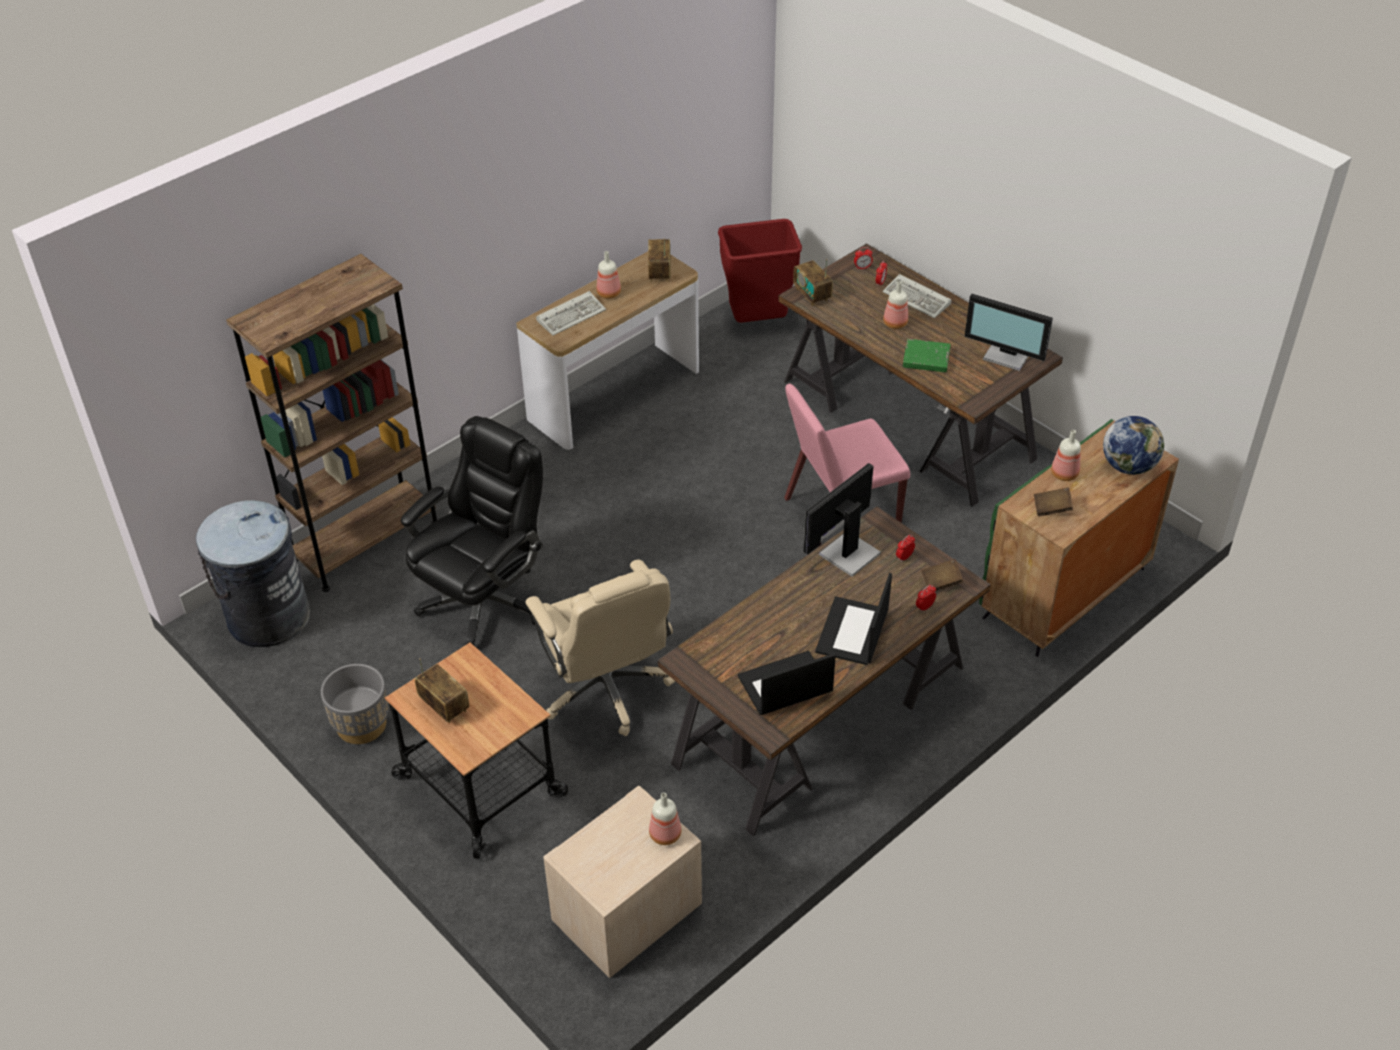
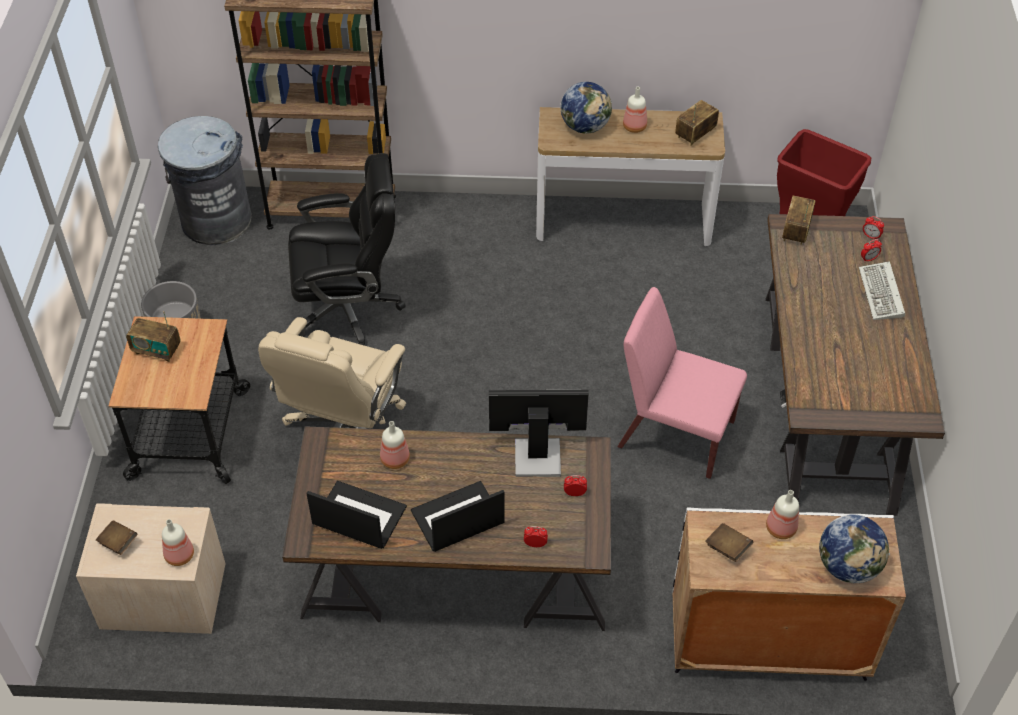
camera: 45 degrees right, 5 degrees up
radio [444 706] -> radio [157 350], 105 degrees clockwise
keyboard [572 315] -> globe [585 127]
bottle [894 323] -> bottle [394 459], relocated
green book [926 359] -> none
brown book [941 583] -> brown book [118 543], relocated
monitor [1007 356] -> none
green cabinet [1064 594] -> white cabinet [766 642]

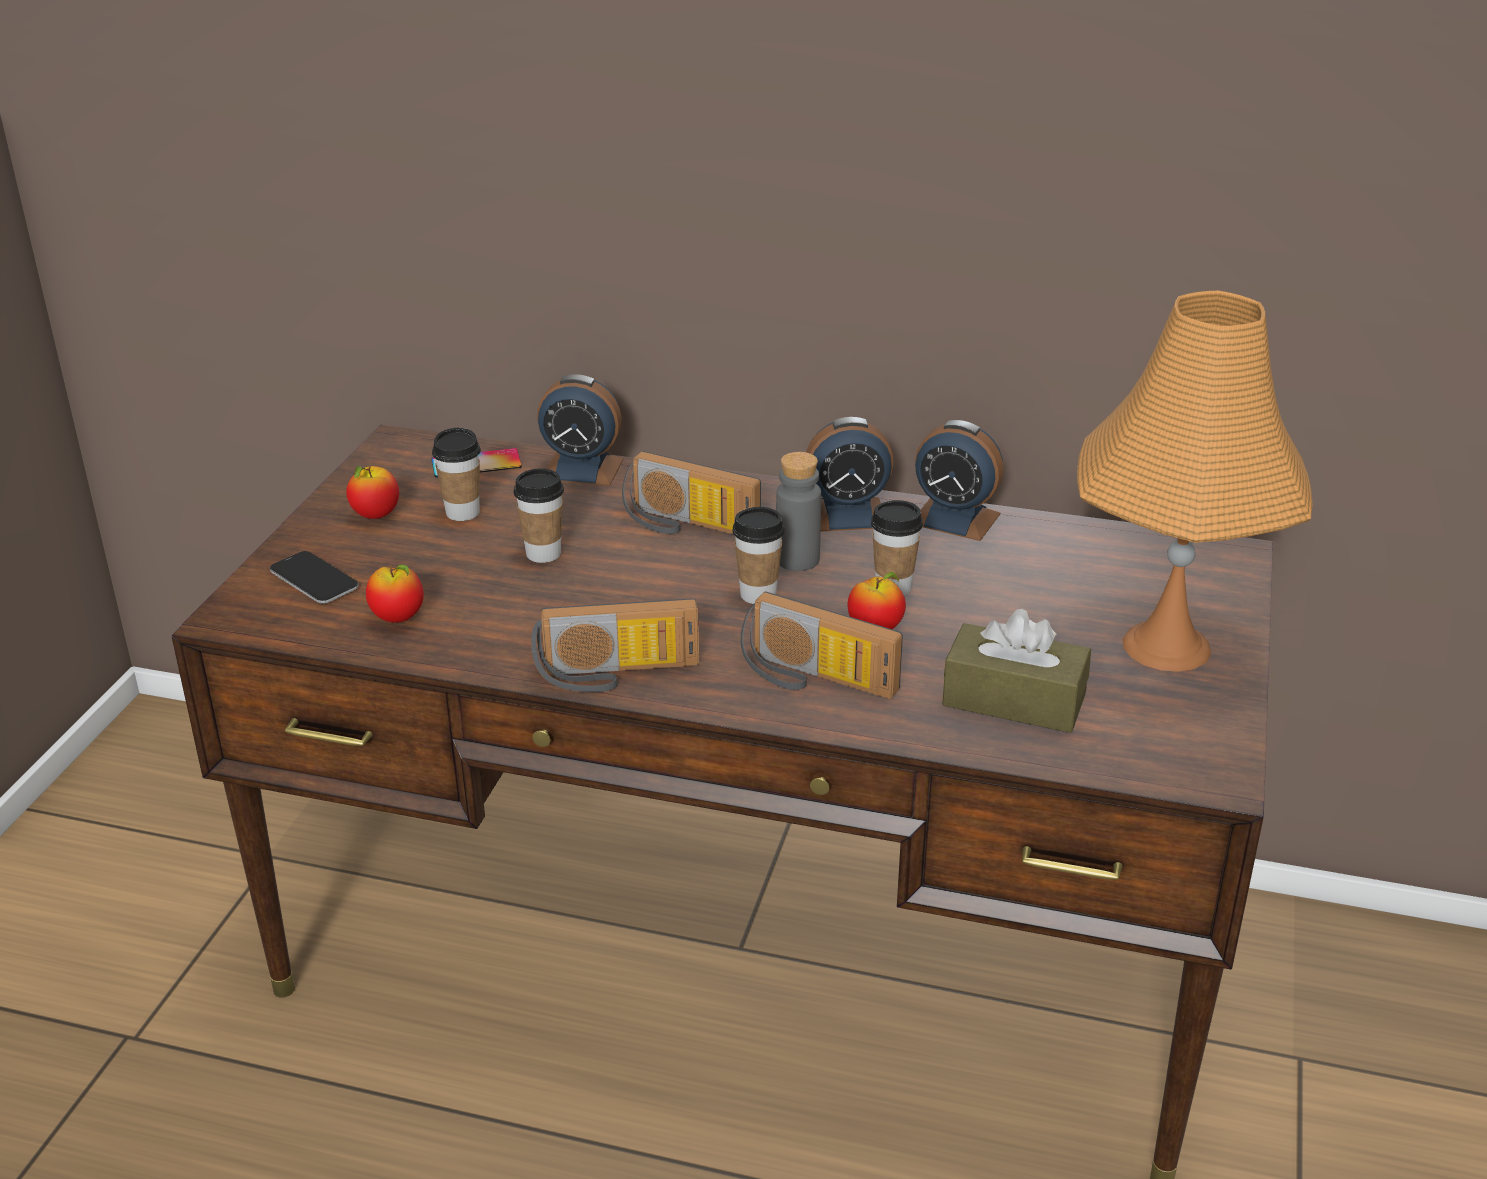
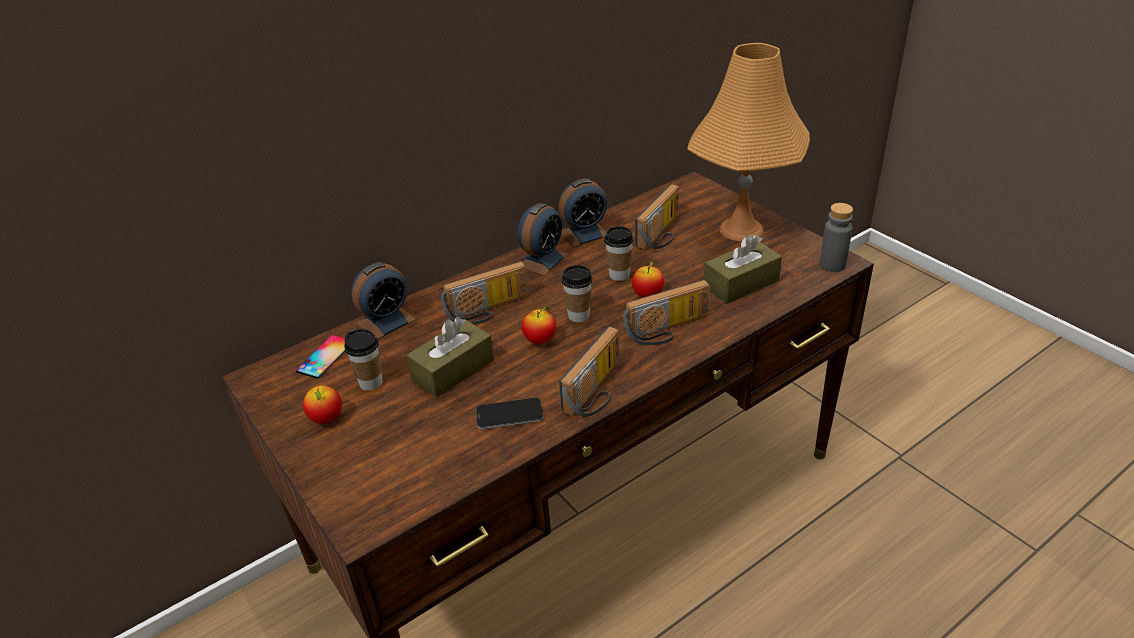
camera: 50 degrees left, 5 degrees up
phone [314 579] -> phone [509 415], relocated
apple [398 618] -> apple [540 340], relocated
cup [543 554] -> brown tissue box [453 370]
grey bottle [797 560] -> grey bottle [832 265], relocated
none -> radio [663 234]

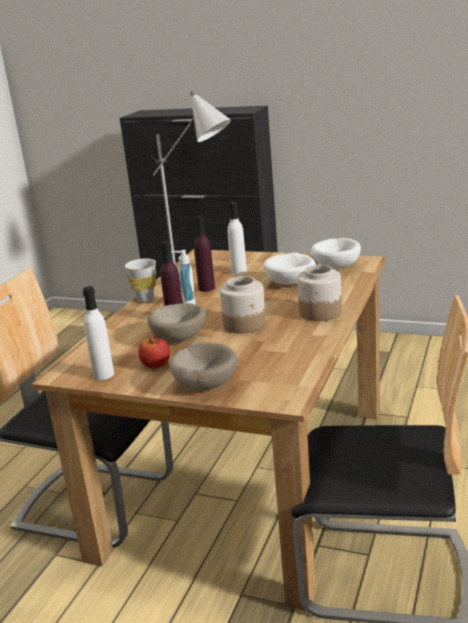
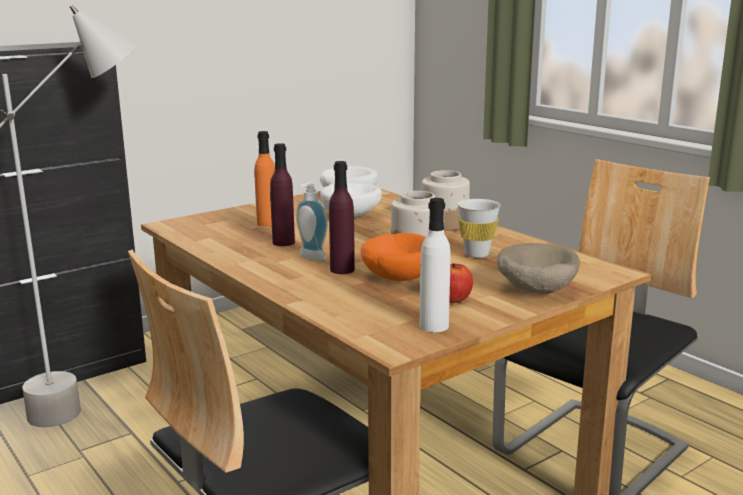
camera: 60 degrees left, 5 degrees down
white cup [145 299] -> white cup [476 254], relocated
beige bowl [180 338] -> orange bowl [398 277]
white bottle [239 271] -> orange bottle [267 223]

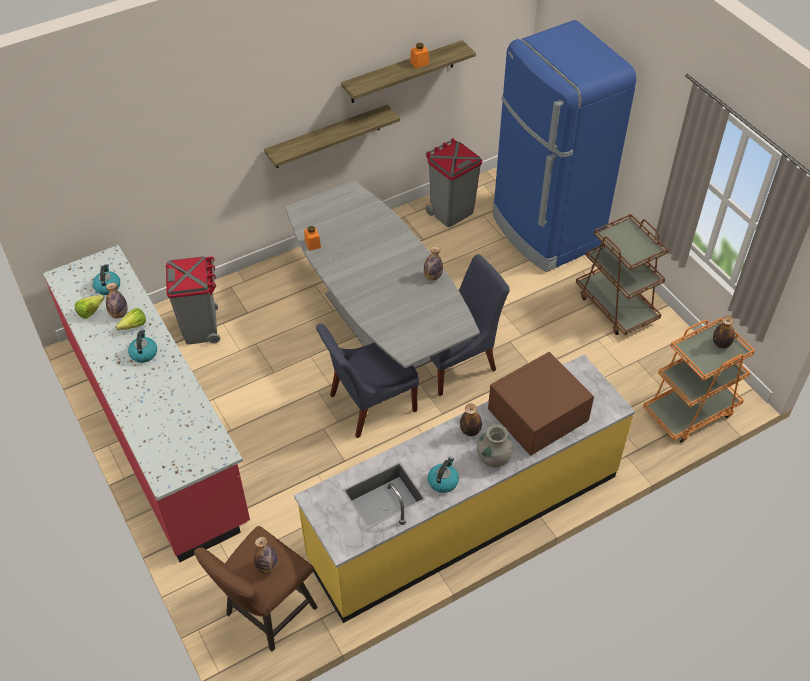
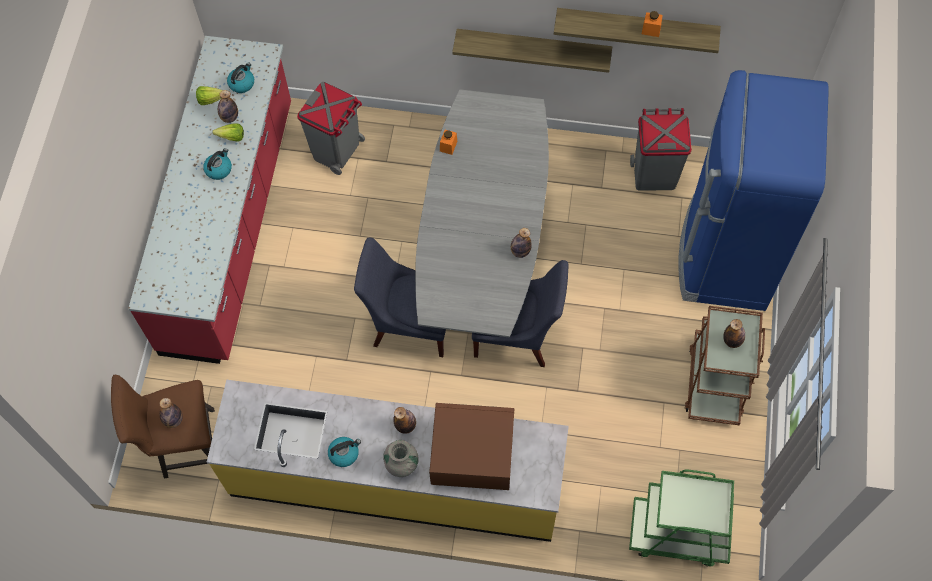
camera: 40 degrees right, 15 degrees up
orange cart [690 411] -> green cart [678 533]
bottle [721 344] -> bottle [732 341], relocated

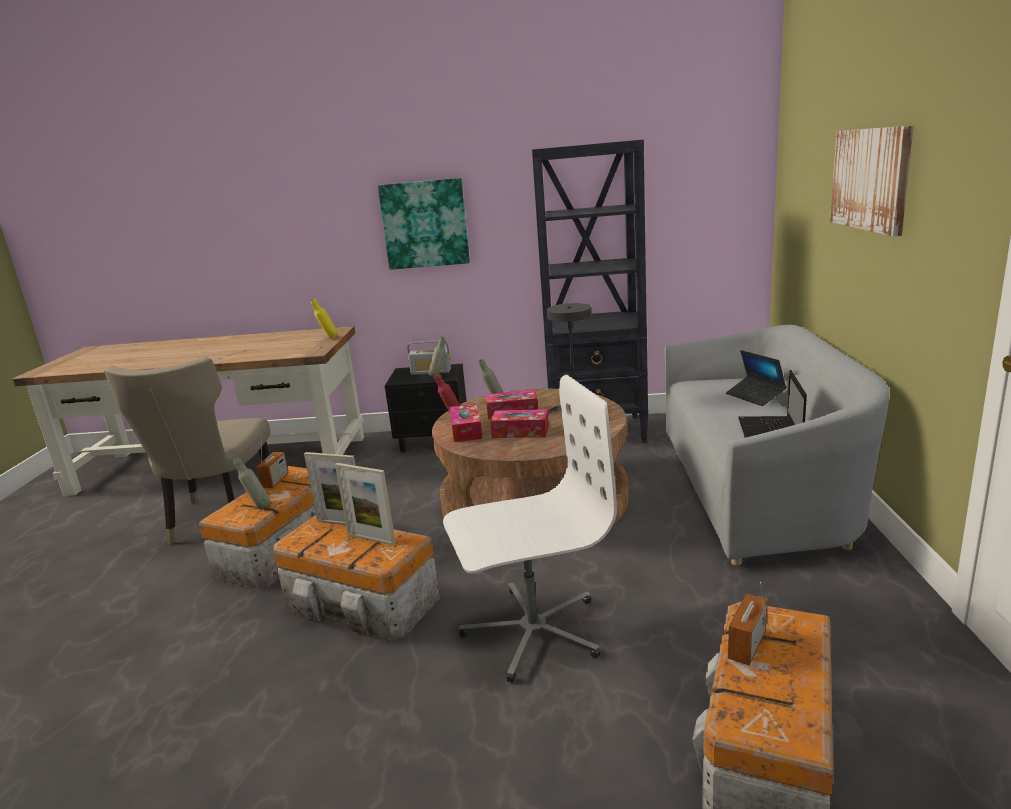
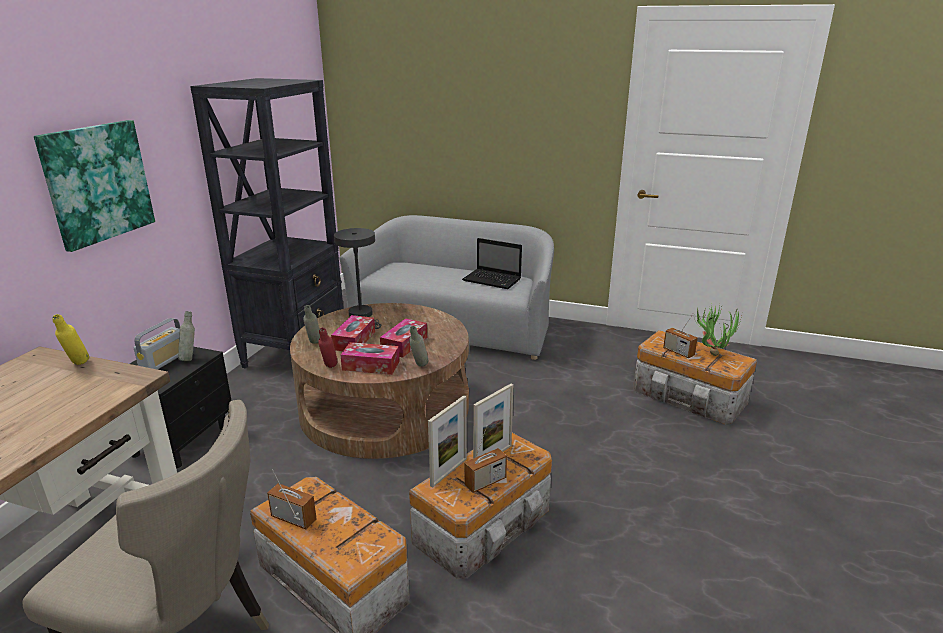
camera: 75 degrees left, 5 degrees up
grey bottle [258 508] -> grey bottle [419 367], relocated
white office chair [532 631] -> none
laptop [755 396] -> none
picture [871 179] -> none
none -> radio [485 482]
none -> potted plant [711 352]

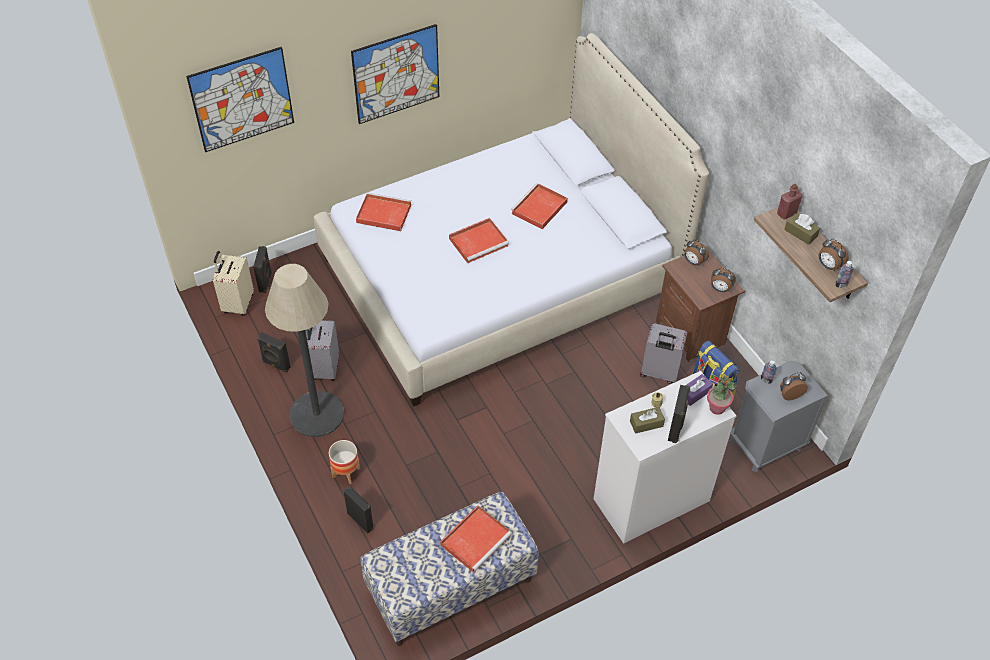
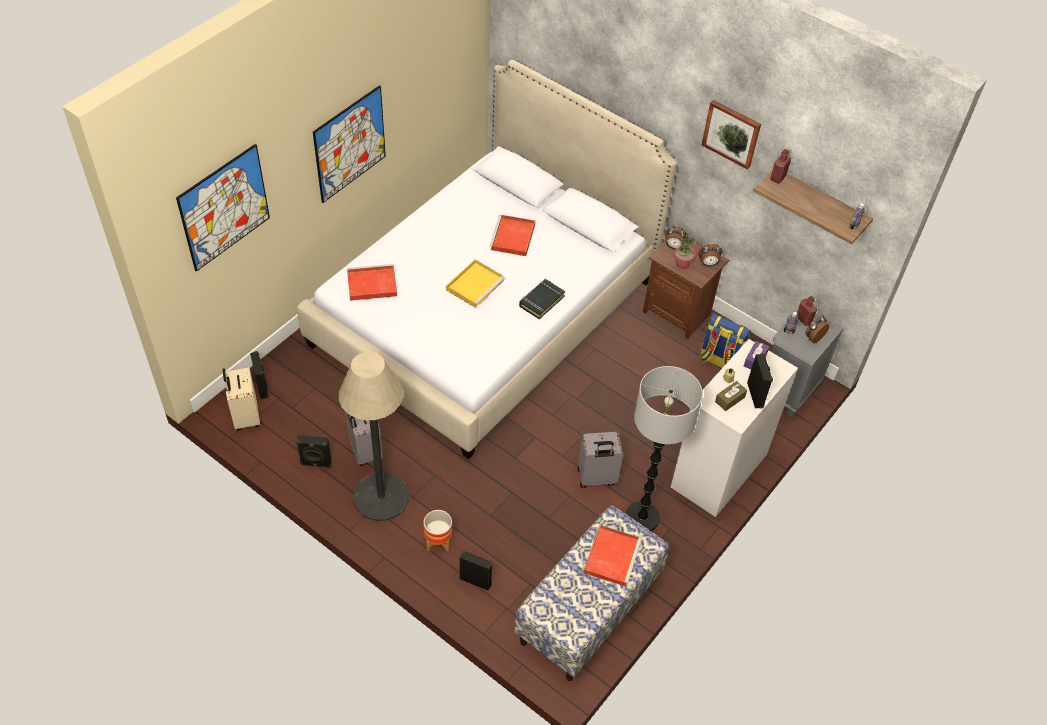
camera: 25 degrees left, 0 degrees up
red tray [479 241] -> yellow tray [475 284]
grey suitcase [659 373] -> grey suitcase [596 478], relocated
potted plant [717 408] -> potted plant [682 264], relocated
brown tissue box [800 233] -> none
alarm clock [828 266] -> none
none -> black book [541 301]
none -> floor lamp [642 518]
none -> picture [732 133]
none -> red bottle [803 320]

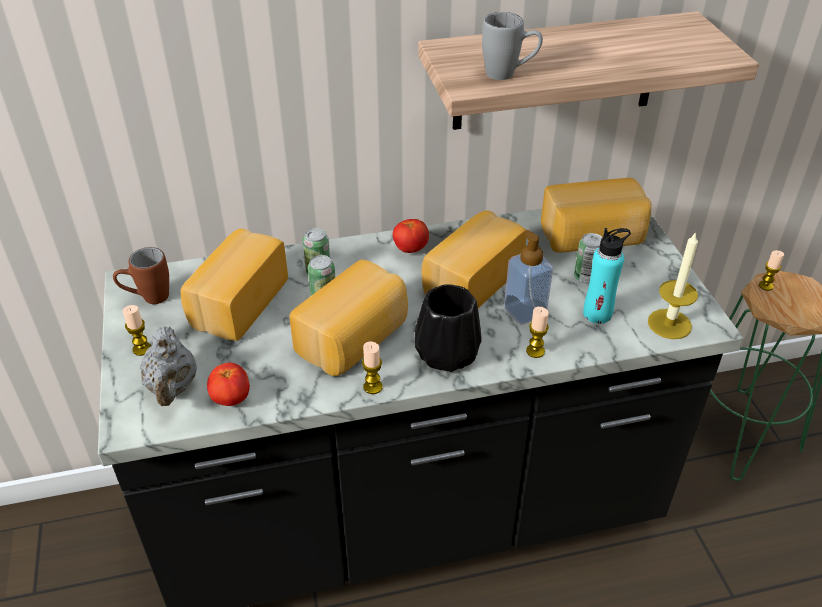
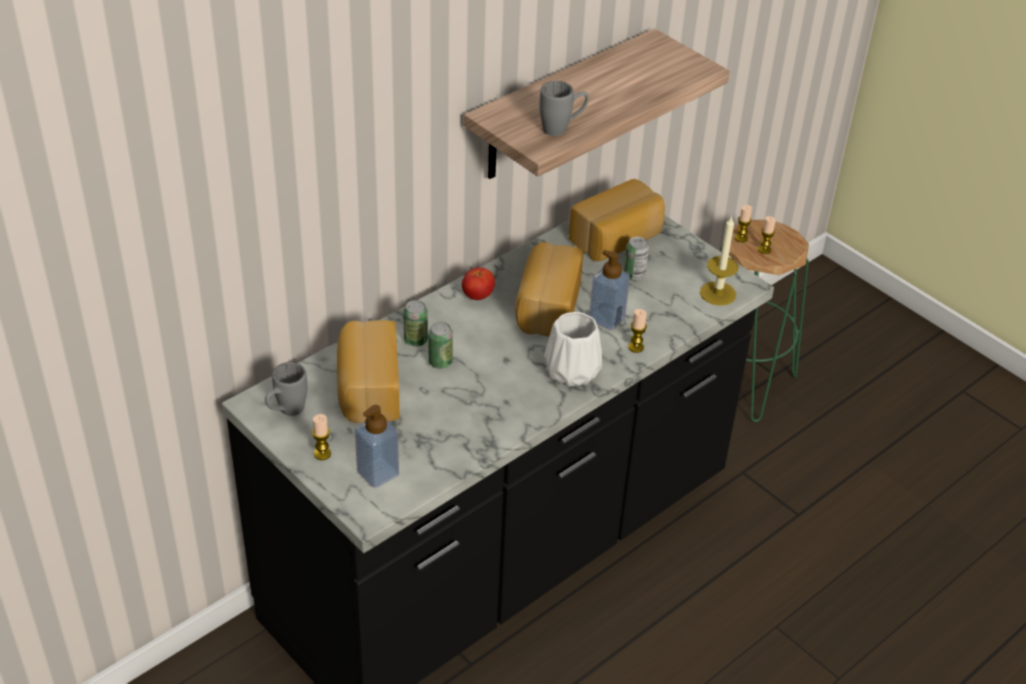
camera: 30 degrees left, 0 degrees up
brown mug [148 298] -> grey mug [286 412]
grey teapot [173 388] -> soap dispenser [378 473]
tomato [231 399] -> none
bread [355 339] -> none
candle [373 387] -> candle [764 250], relocated
black vase [445 353] -> white vase [570 371]
turquoise bottle [597 314] -> none

